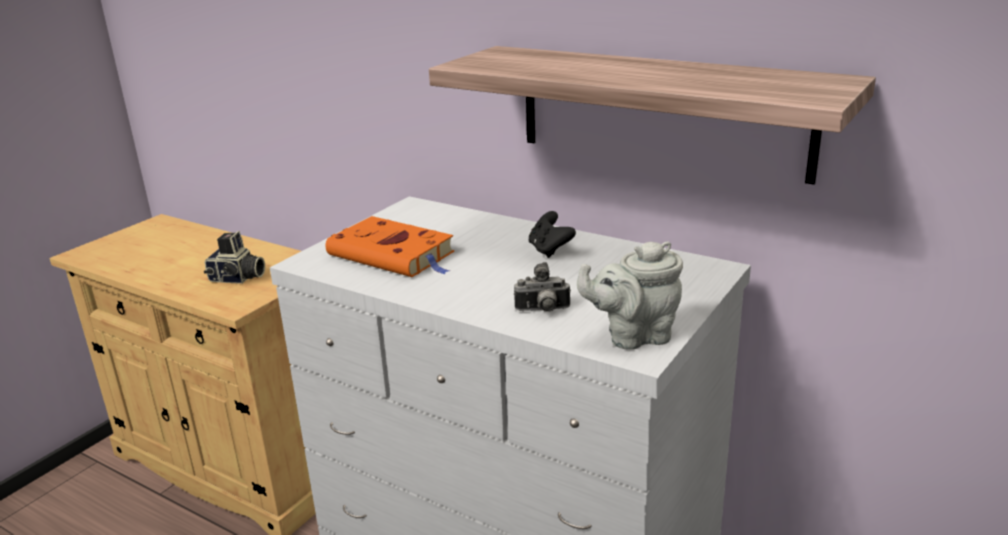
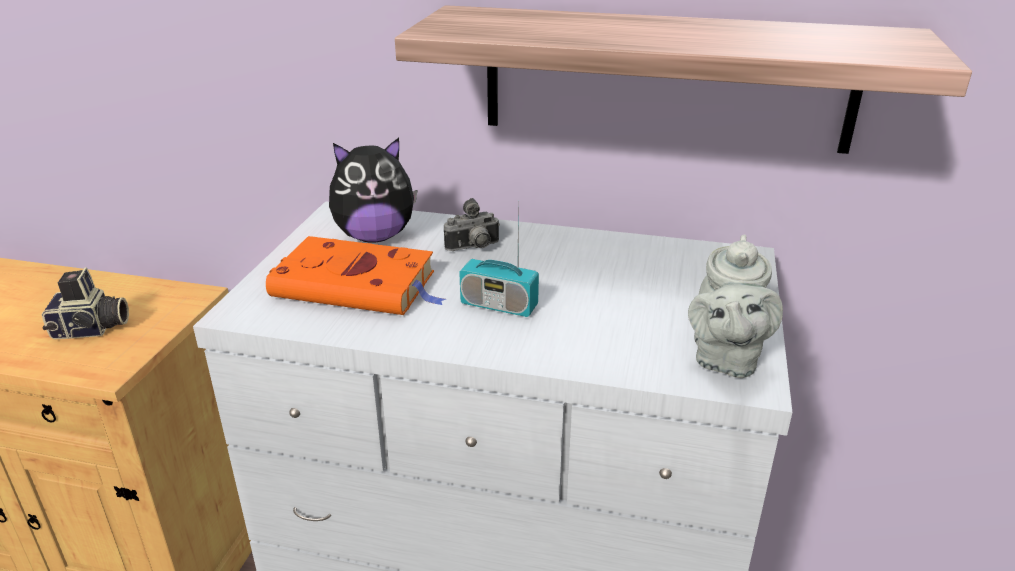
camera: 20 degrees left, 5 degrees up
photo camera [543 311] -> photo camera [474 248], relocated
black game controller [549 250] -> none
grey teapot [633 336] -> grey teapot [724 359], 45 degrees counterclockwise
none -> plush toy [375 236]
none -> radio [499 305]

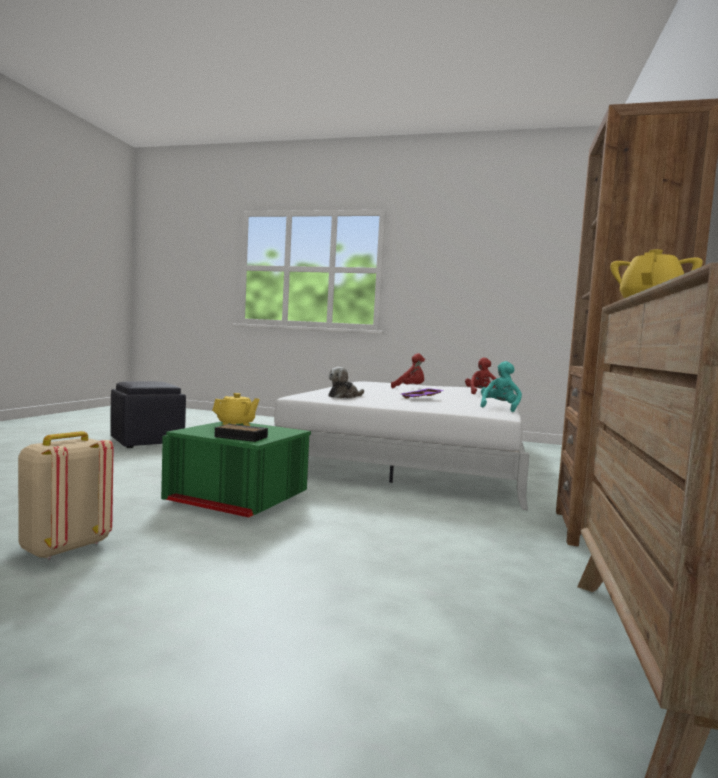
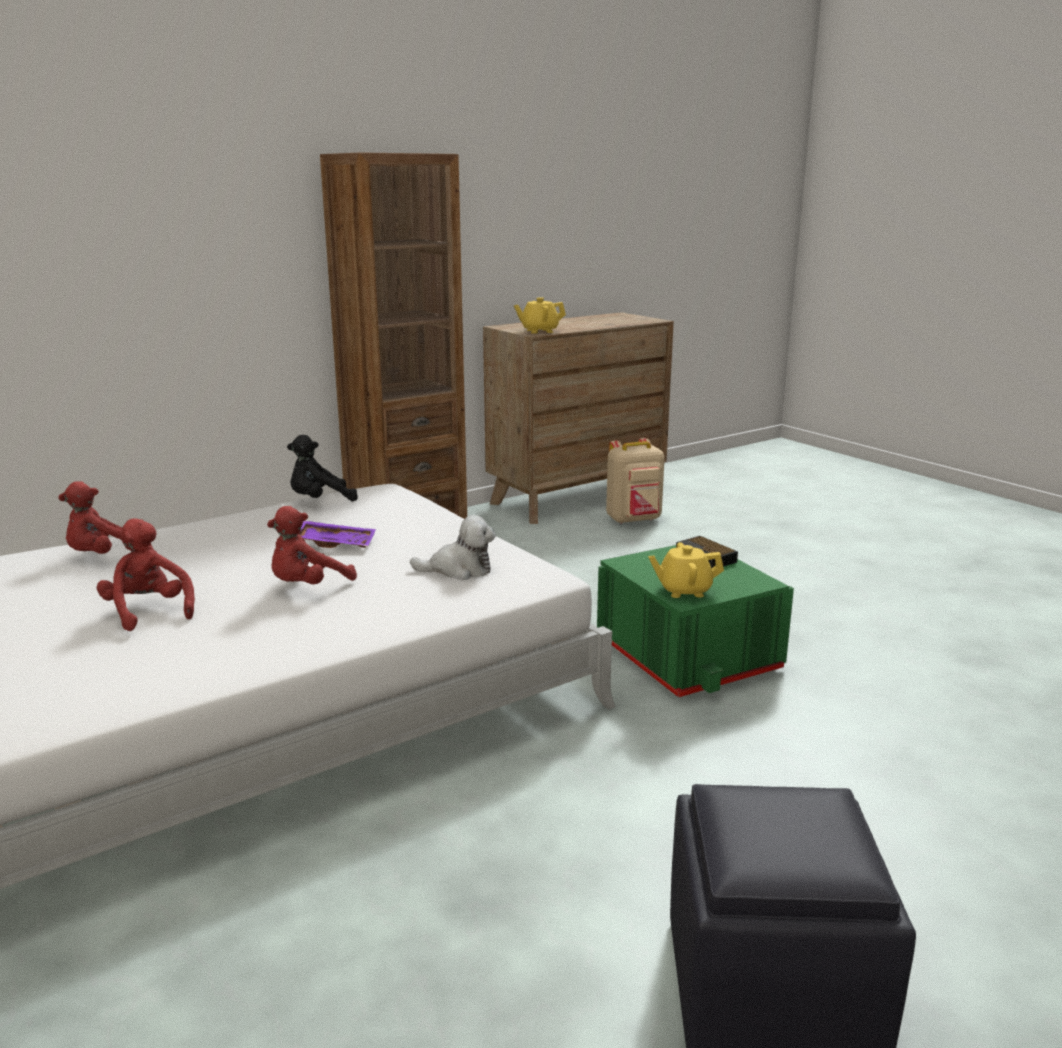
camera: 140 degrees left, 15 degrees up
beige backpack [64 548] -> beige backpack [634 520], relocated
turquoise plush toy [499 408] -> black plush toy [320 501]
none -> red plush toy [308 586]

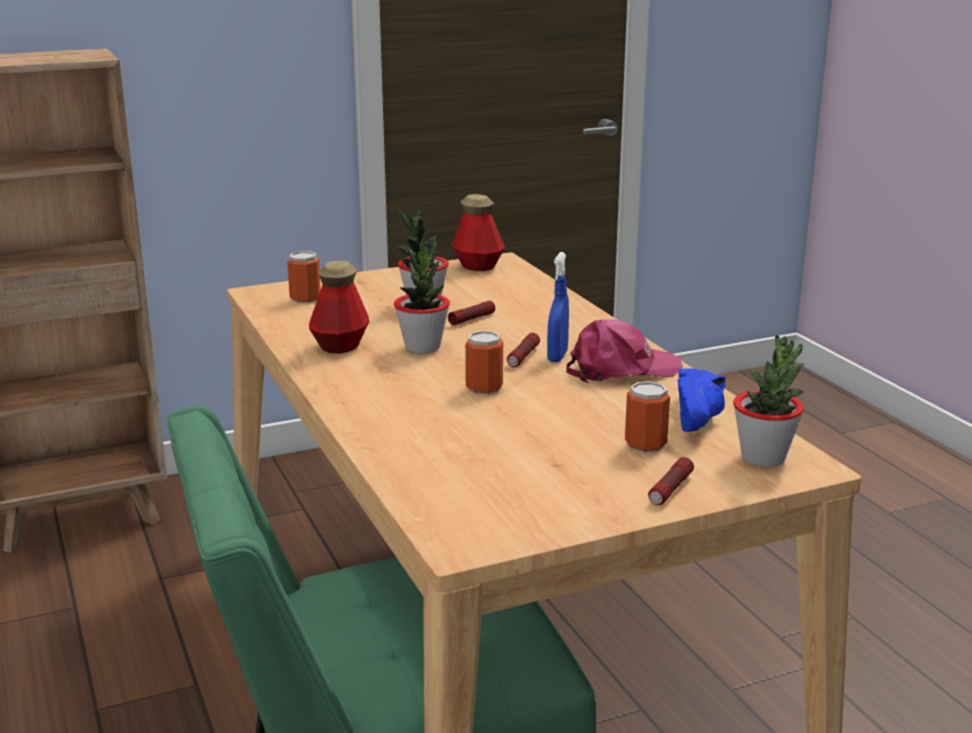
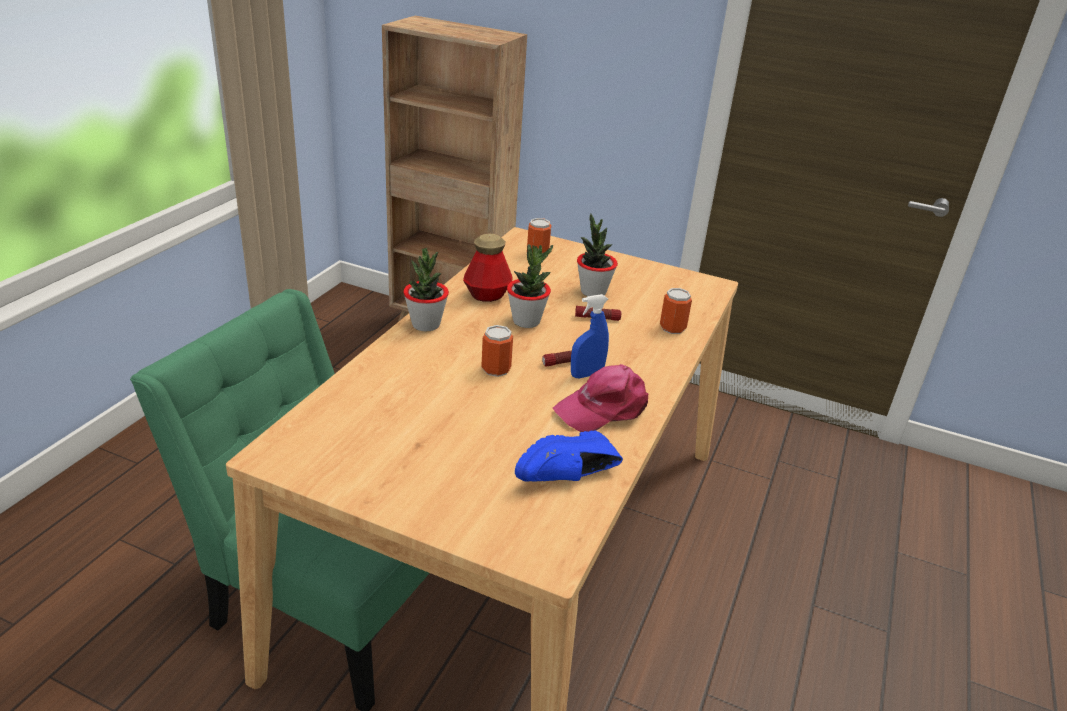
camera: 45 degrees right, 10 degrees up
bottle [478 266] -> none
pink cap [620 369] -> pink cap [604 408], 120 degrees clockwise
can [645 445] -> can [672 328], relocated
flashlight [670 490] -> none
potted plant [763 457] -> potted plant [426 325], relocated

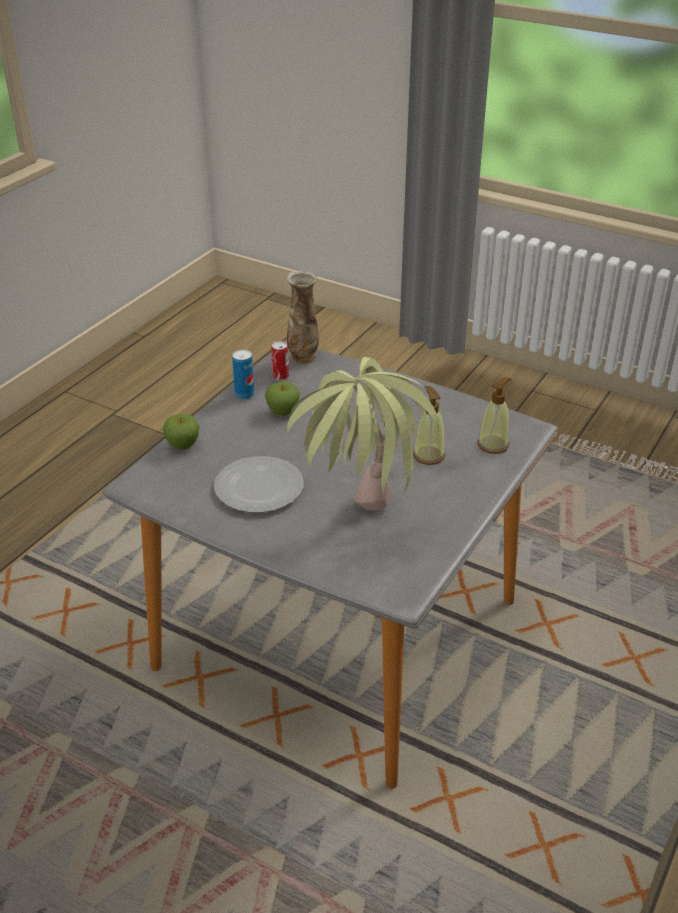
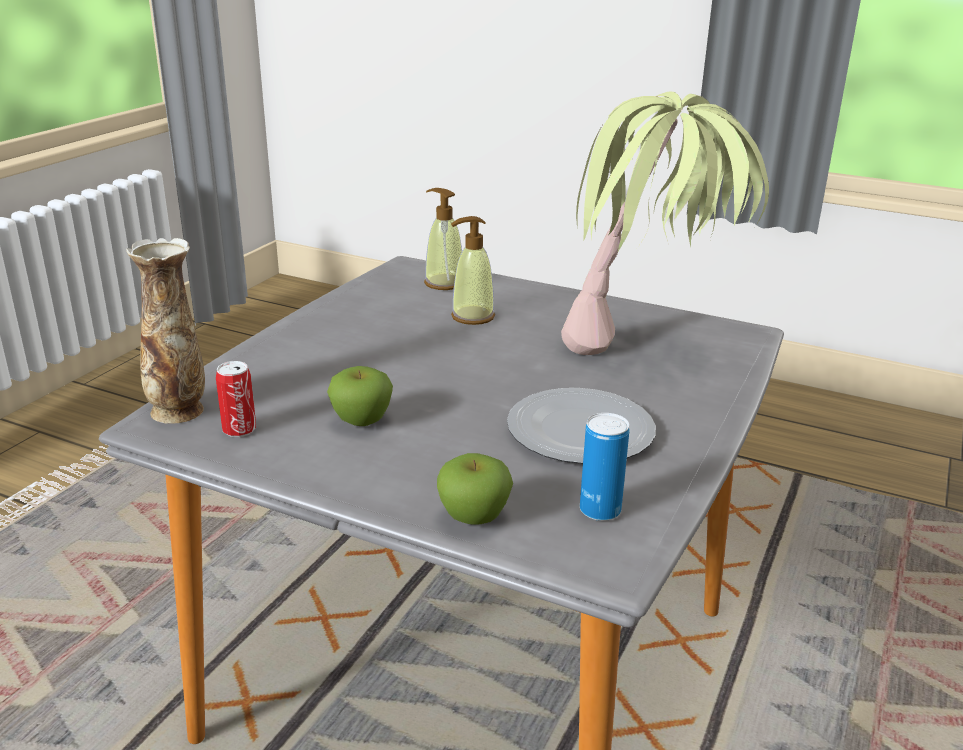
camera: 95 degrees left, 10 degrees down
can [244 395] -> can [600 510], relocated

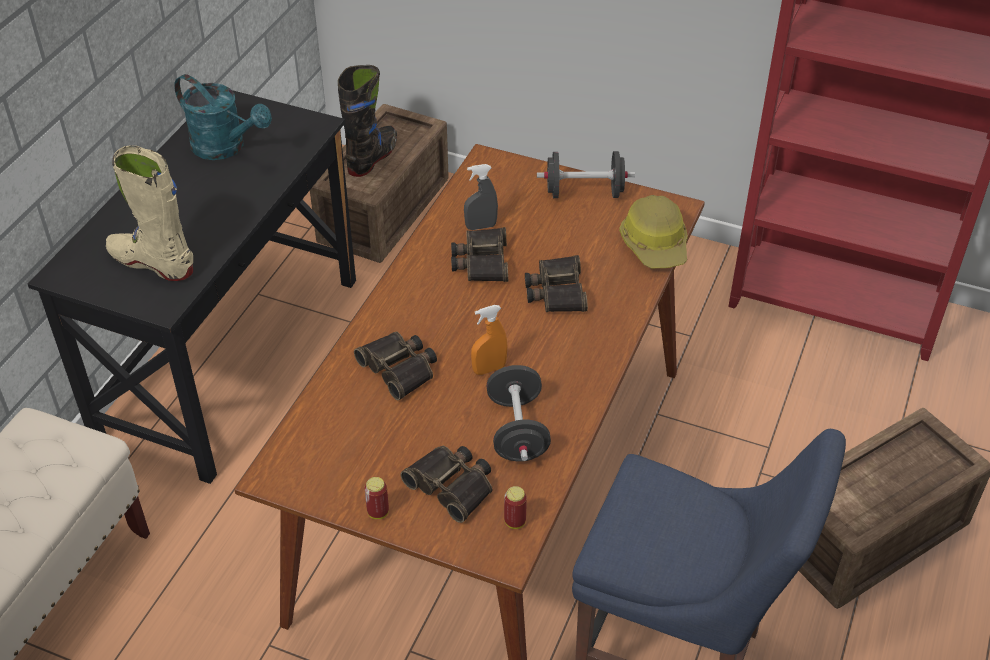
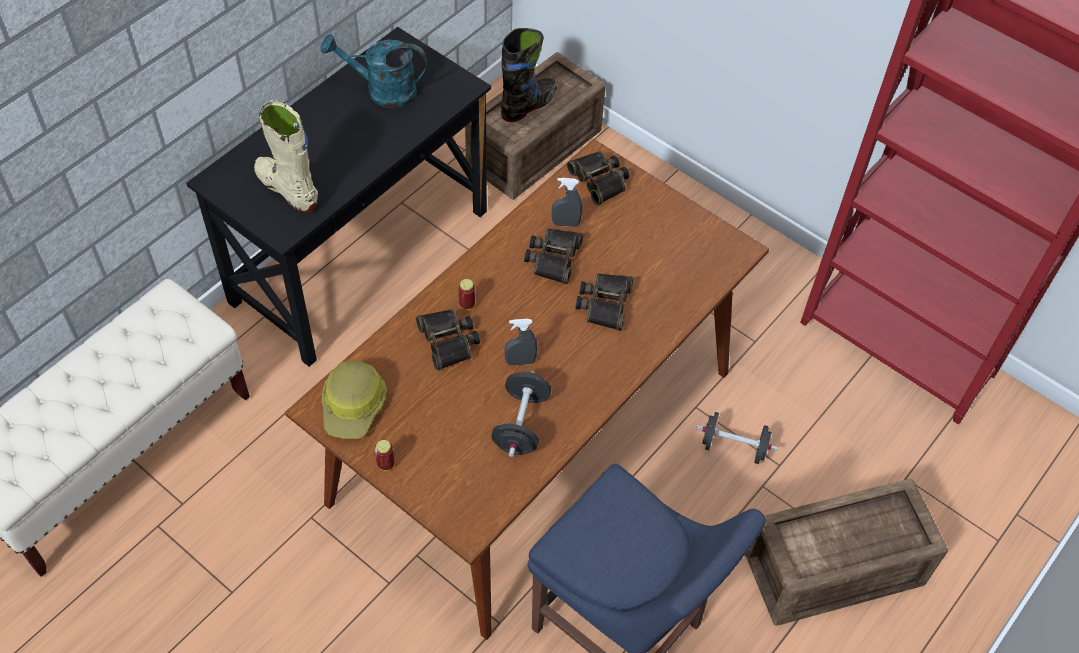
camera: 15 degrees right, 10 degrees up
turquoise watering can [226 148] -> turquoise watering can [382 91], 135 degrees clockwise
binoculars [453 485] -> binoculars [600 180], relocated
orange spray bottle [489 369] -> grey spray bottle [520 362]
can [515 522] -> can [467 304], relocated
black dumbbell [584 193] -> black dumbbell [733 447], relocated
hard hat [655 244] -> hard hat [354 405], relocated

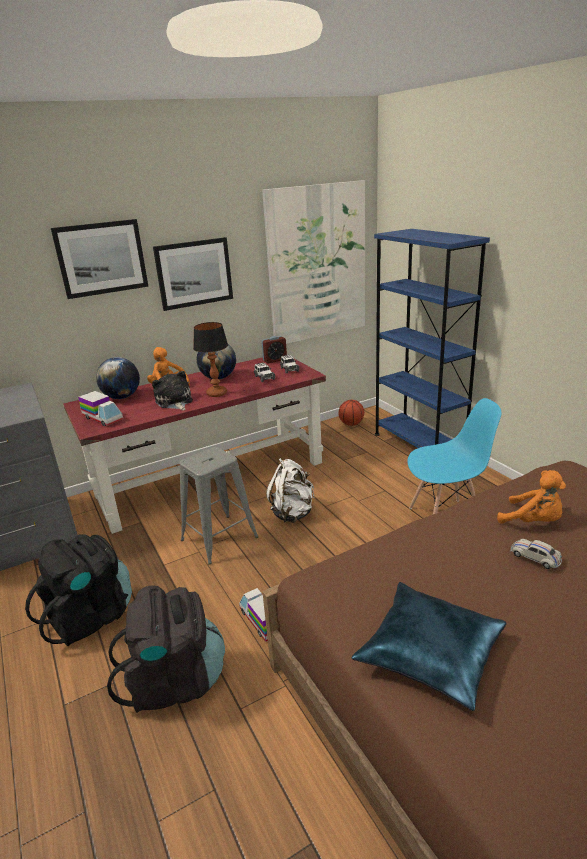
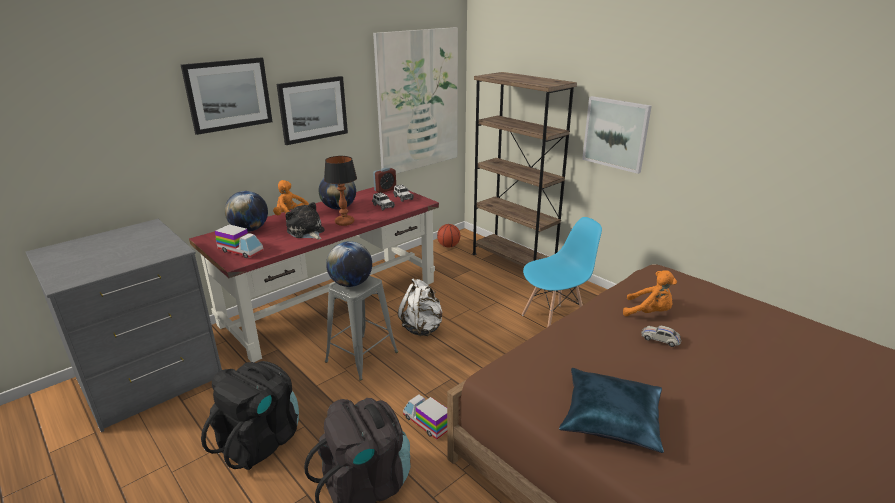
camera: 15 degrees left, 0 degrees up
blue bookcase [418 446] -> brown bookcase [513 262]
none -> globe [351 284]
none -> picture [616 133]

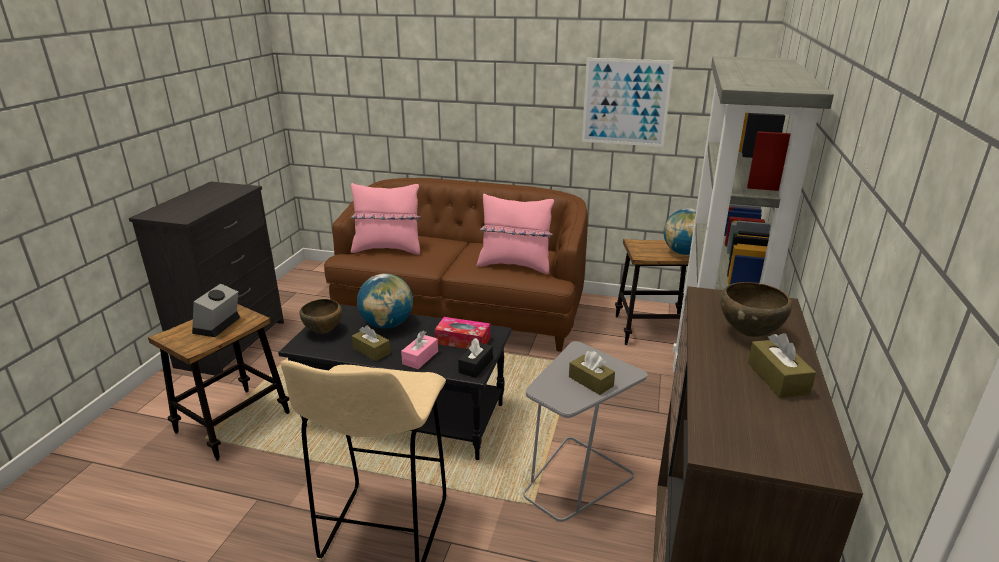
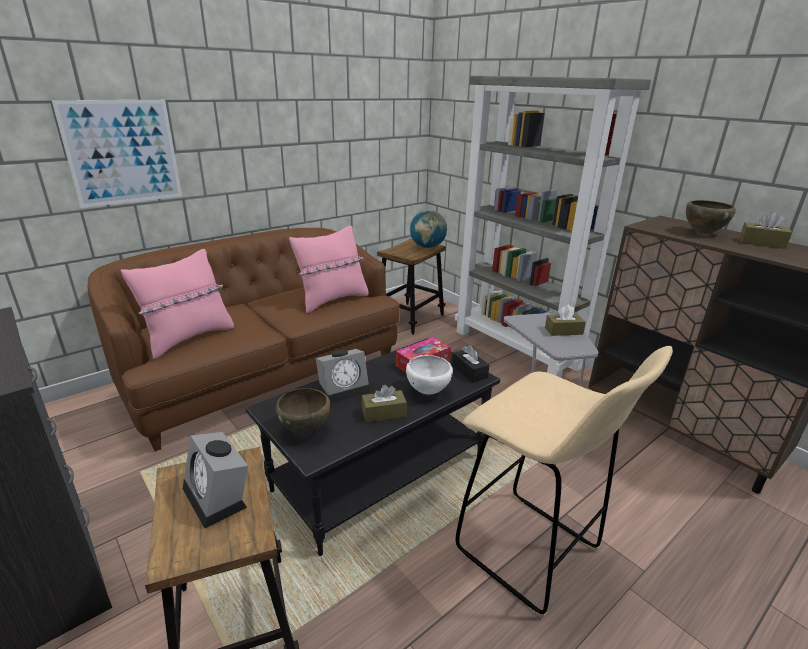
camera: 55 degrees left, 0 degrees up
globe [387 324] -> alarm clock [344 389]
pink tissue box [420 358] -> white bowl [427 392]
picture [625 102] -> picture [123 152], relocated

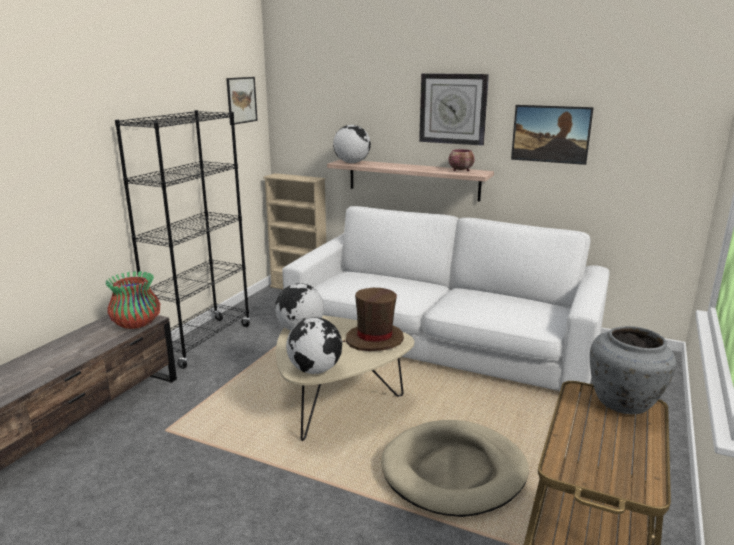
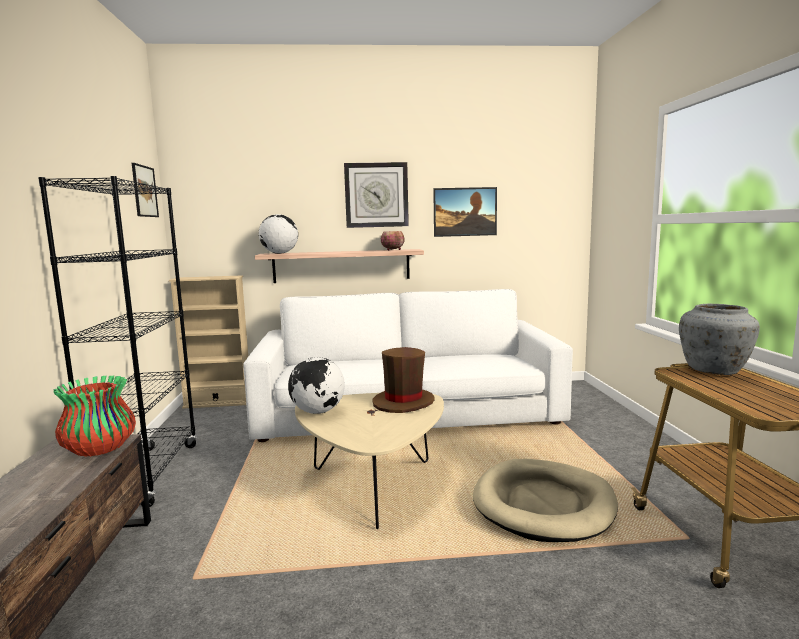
camera: 30 degrees left, 10 degrees down
globe [315 370] -> none

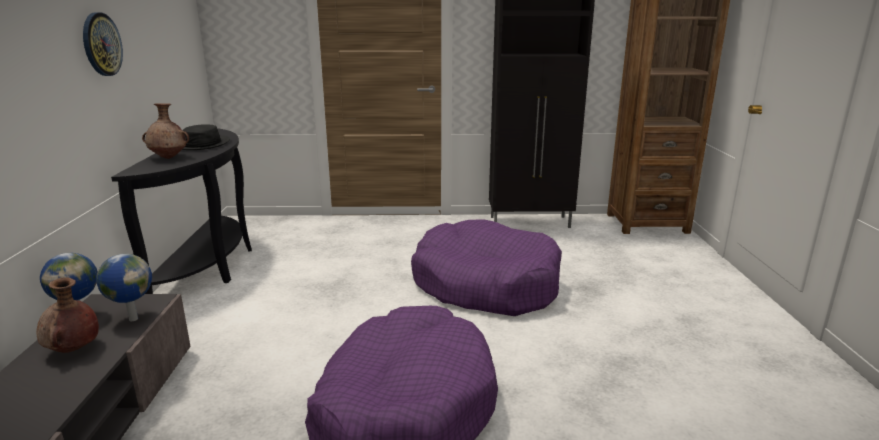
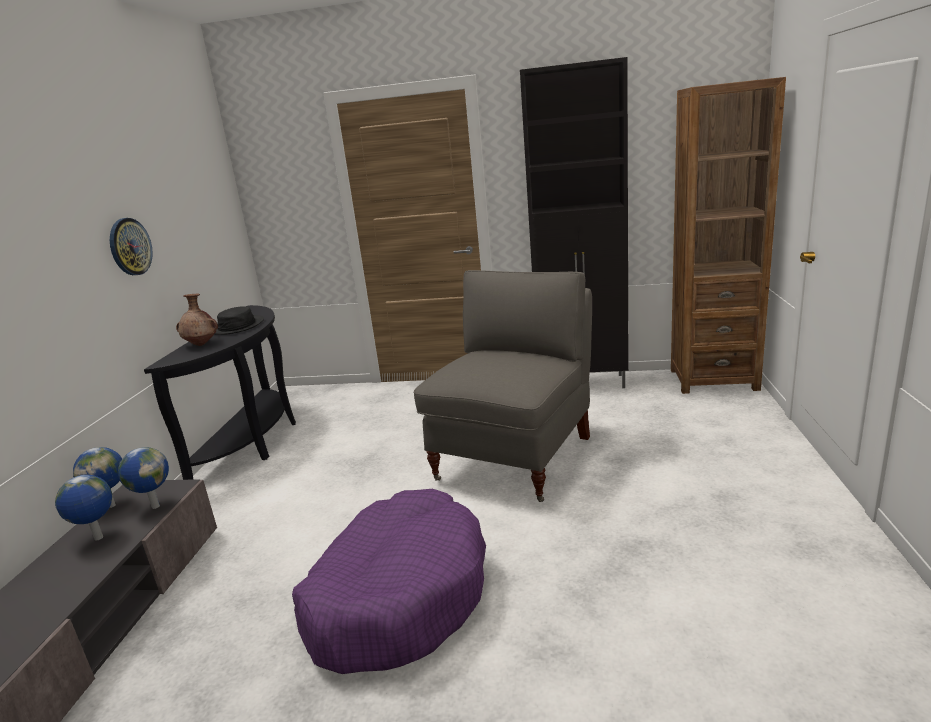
camera: 10 degrees right, 0 degrees up
brown vase [73 350] -> globe [98 538]
purple dog bed [485 284] -> grey armchair [515 457]

